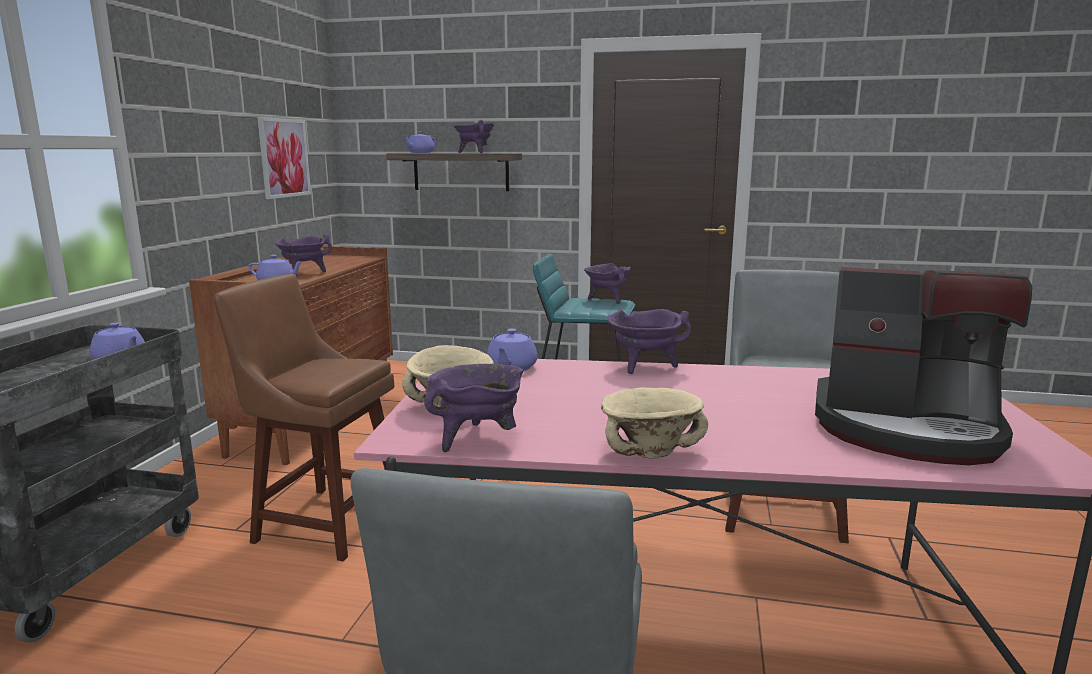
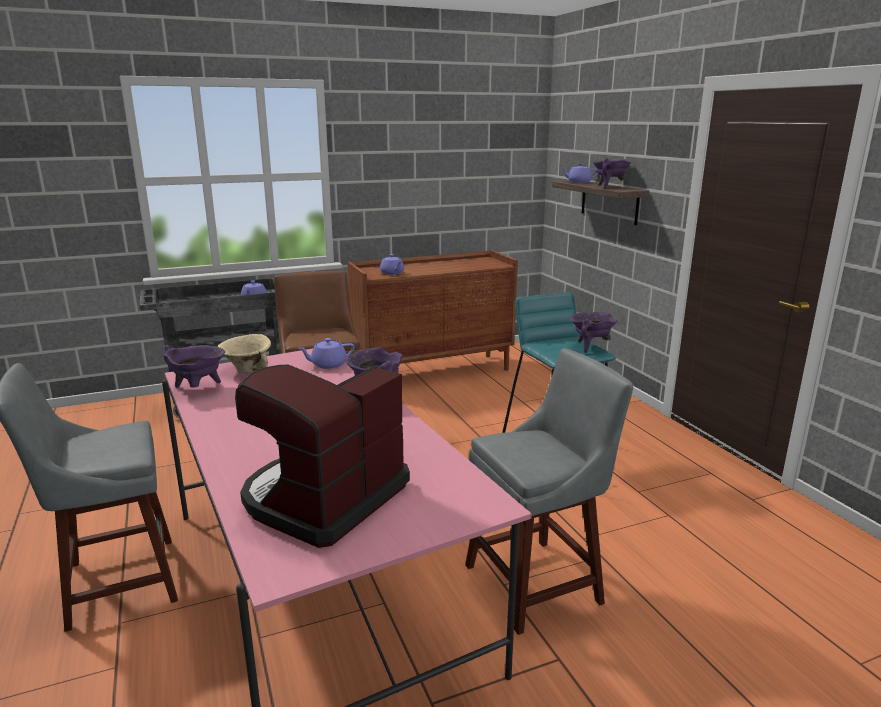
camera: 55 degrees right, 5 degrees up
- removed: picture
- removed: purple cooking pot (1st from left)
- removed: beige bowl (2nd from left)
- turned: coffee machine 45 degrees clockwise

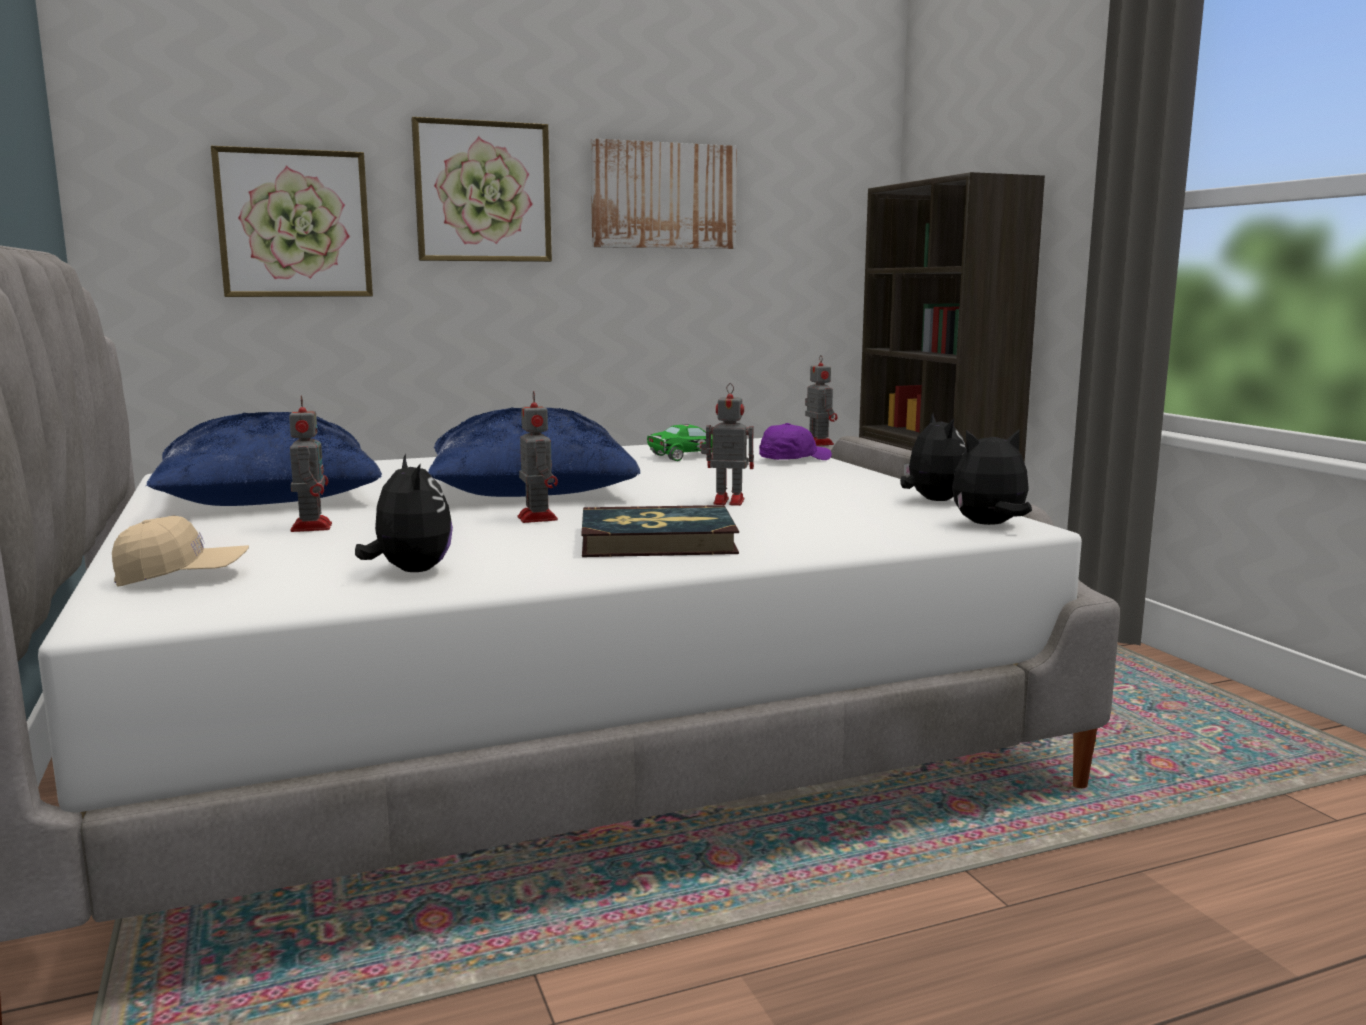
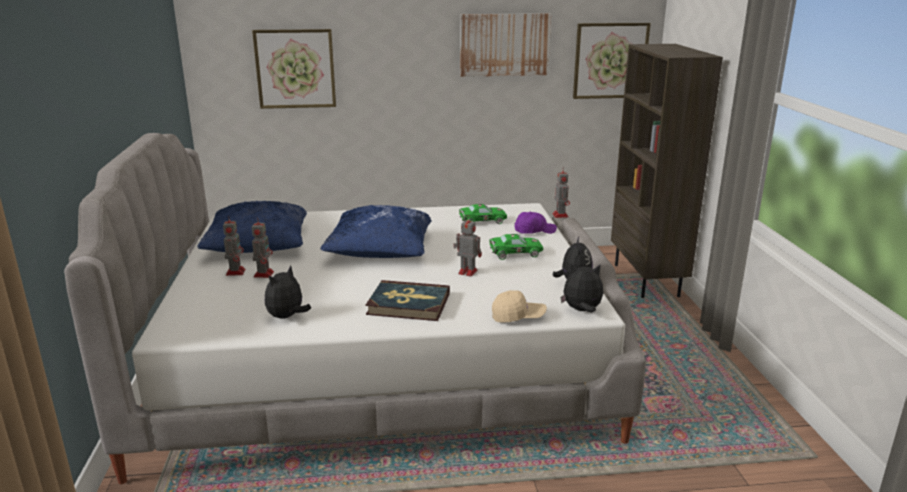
camera: 15 degrees right, 10 degrees up
- added: green toy car (2nd from left)
- moved: beige cap
- moved: picture (2nd from left in the first image) to picture (3rd from left)
- moved: toy robot (2nd from left in the first image) to toy robot (1st from left)
- turned: plush toy (1st from left) 135 degrees counterclockwise

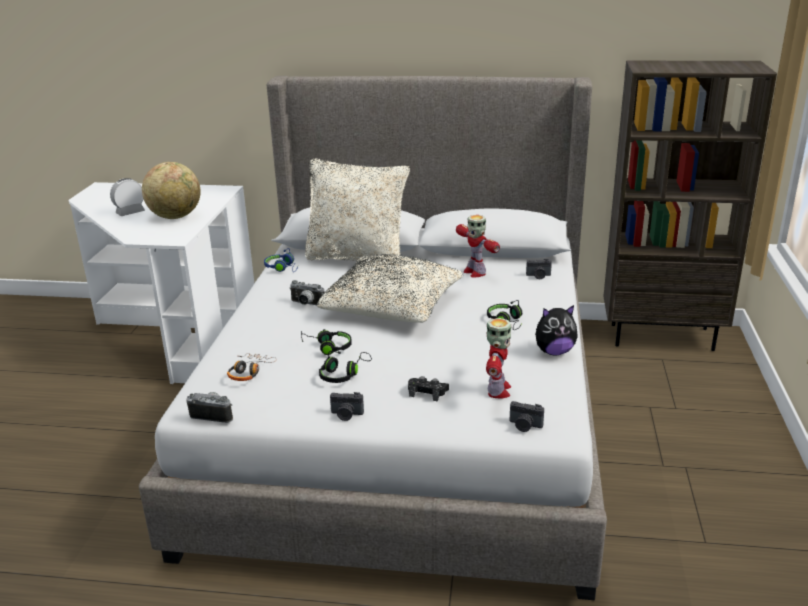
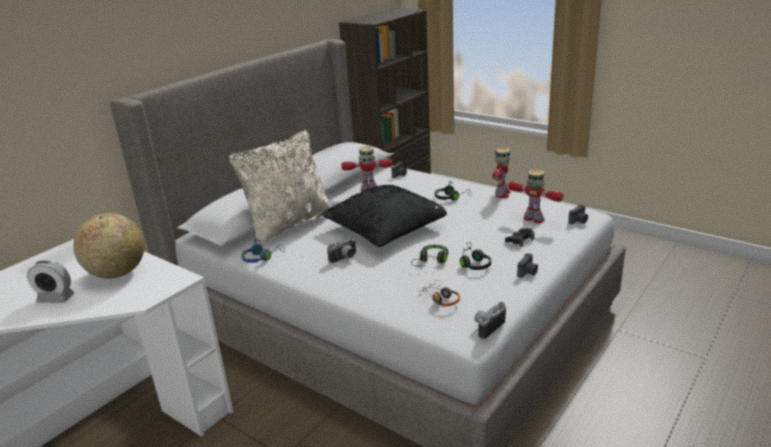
camera: 60 degrees left, 0 degrees up
- replaced: plush toy to toy robot (2nd from left)
- recoloured: beige pillow (2nd from left) to black pillow
- turned: alarm clock 75 degrees counterclockwise

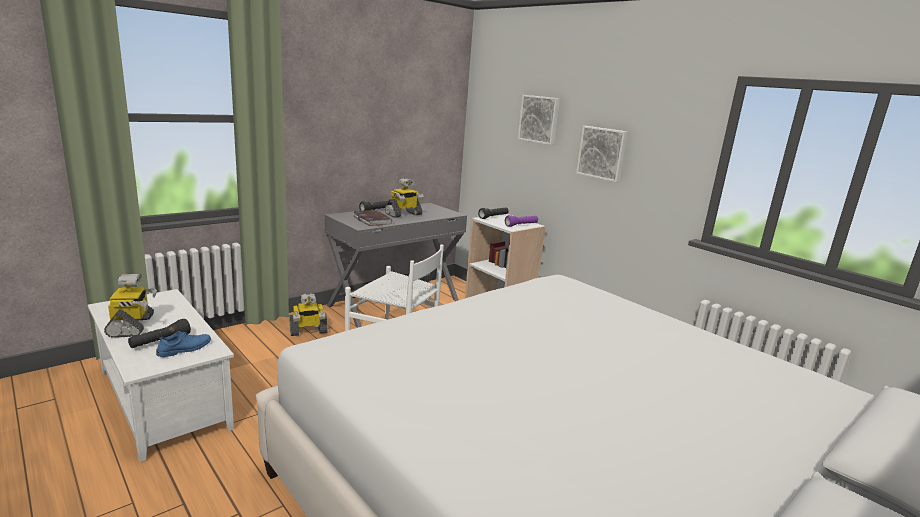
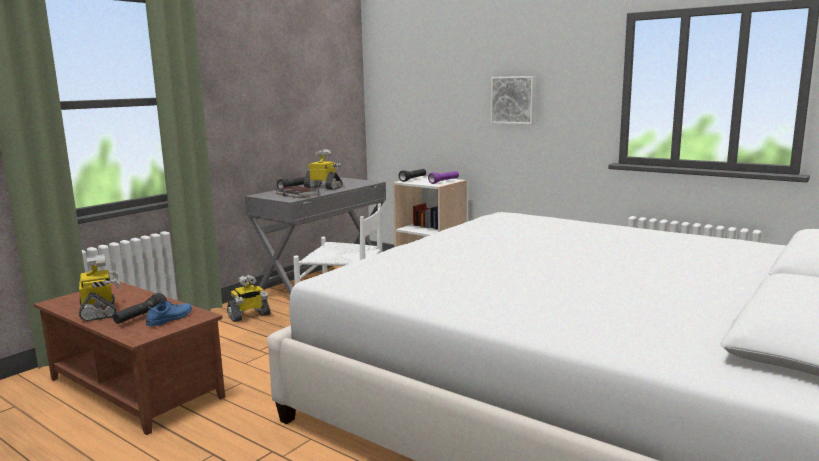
camera: 10 degrees left, 5 degrees down
- removed: picture (1st from left)
- recoloured: white coffee table to brown coffee table
- turned: toy robot (3rd from left) 105 degrees counterclockwise

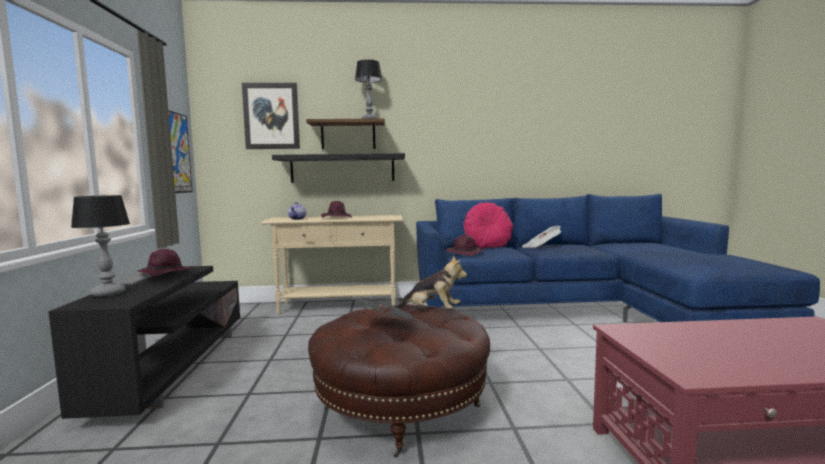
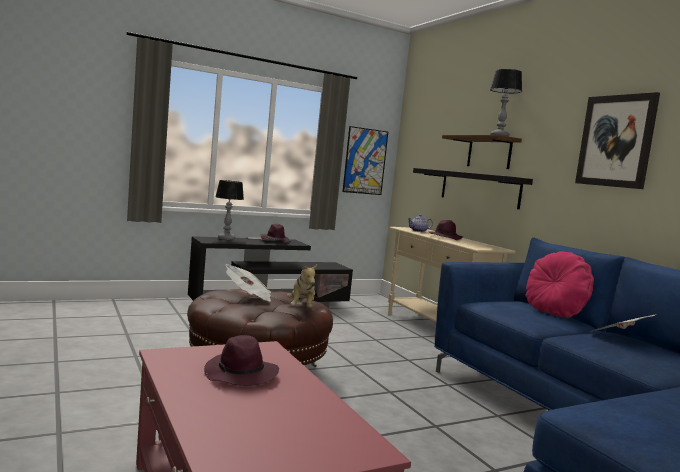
camera: 65 degrees right, 0 degrees up
- moved: picture (2nd from left)
- moved: purple hat (3rd from left in the first image) to purple hat (1st from left)

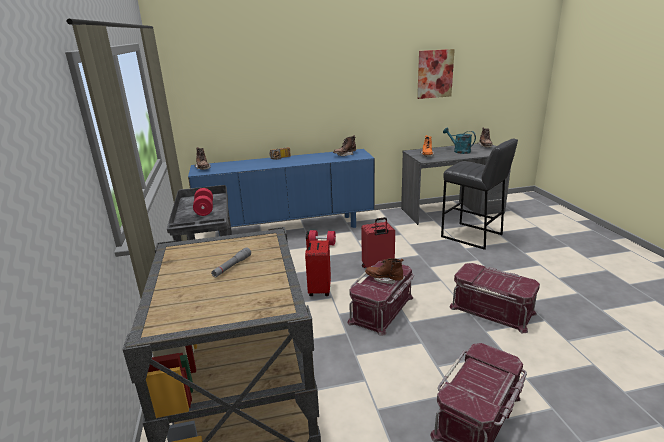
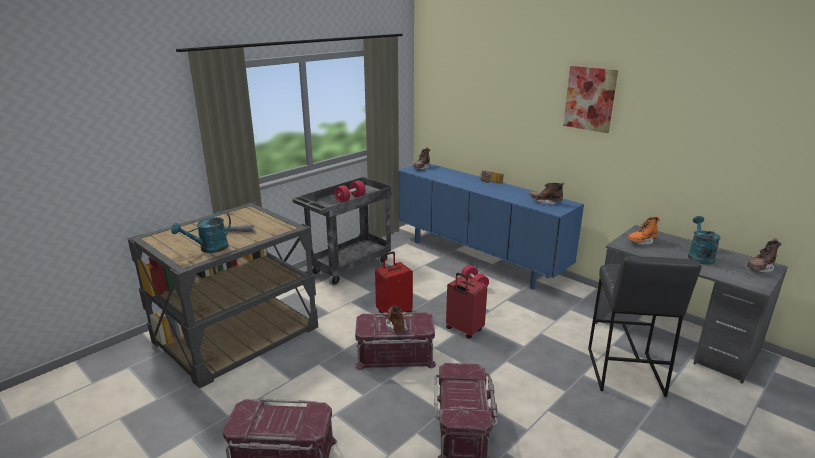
camera: 55 degrees right, 0 degrees up
- added: turquoise watering can (1st from left)
- moved: picture

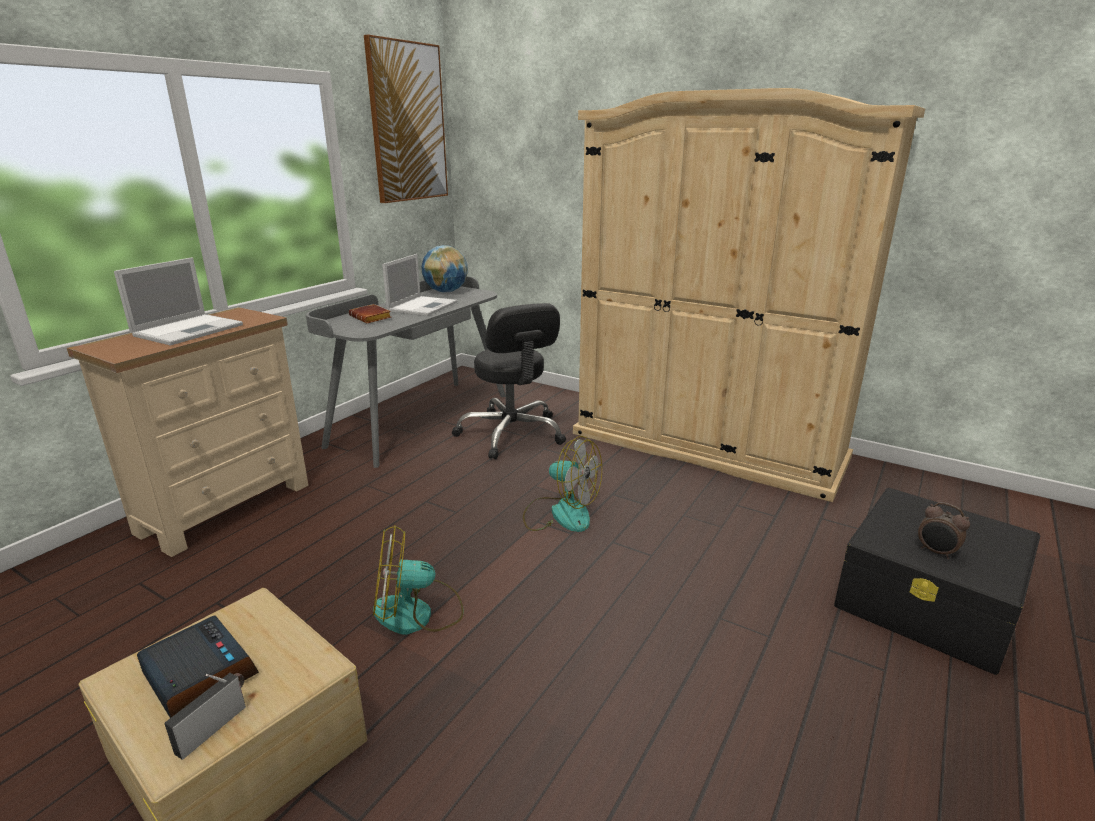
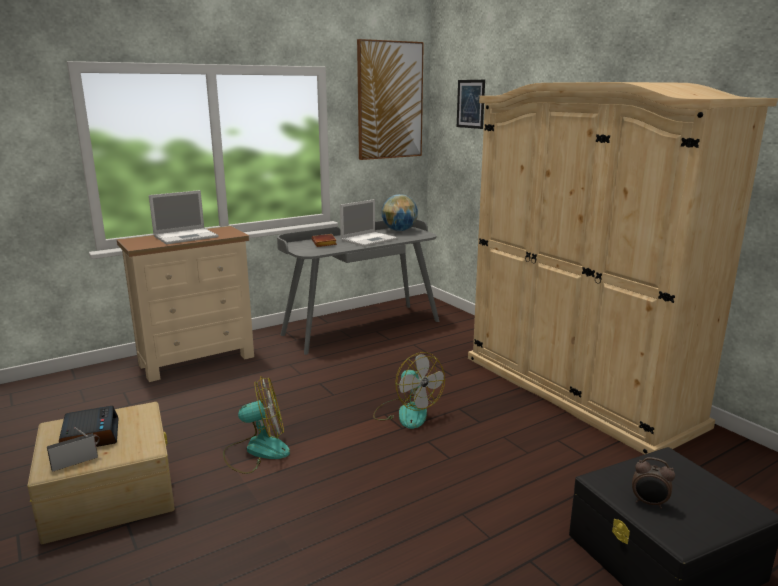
camera: 25 degrees right, 5 degrees down
- removed: black office chair
- added: picture (2nd from left)
- turned: fan (1st from left) 150 degrees clockwise
- turned: alarm clock (2nd from left) 45 degrees counterclockwise

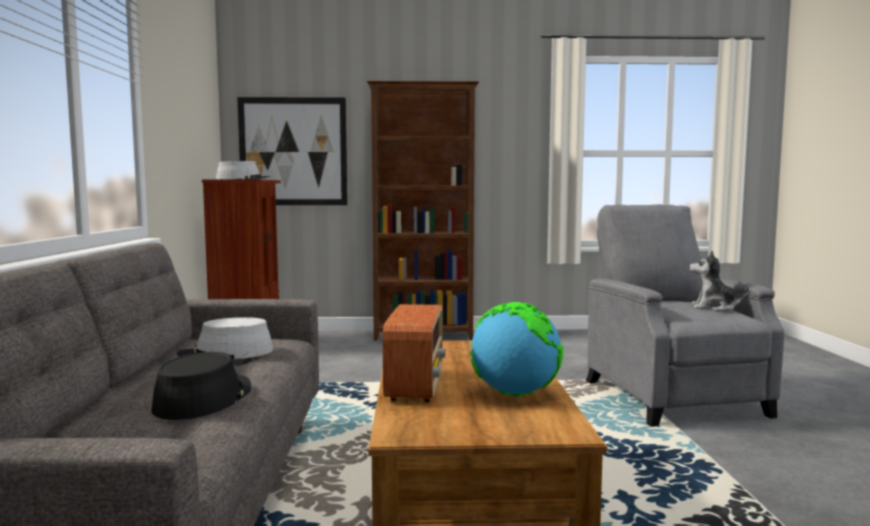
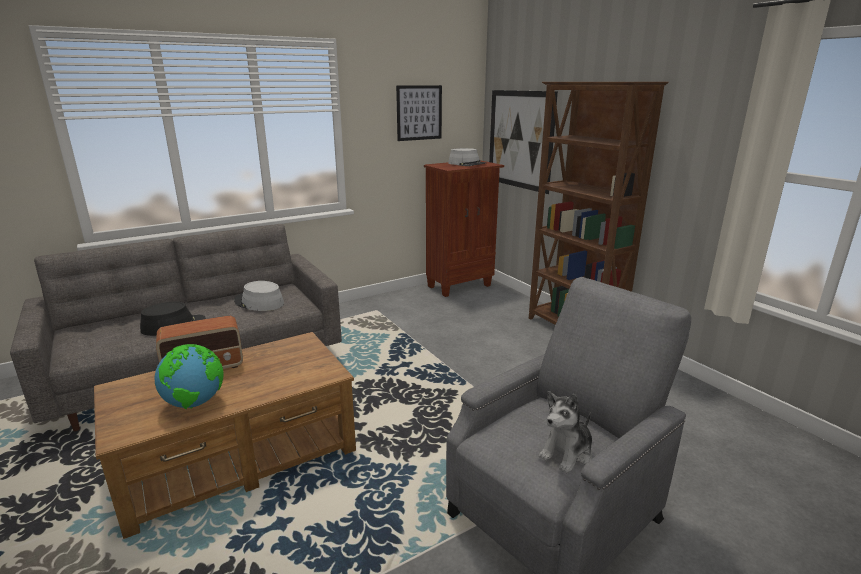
camera: 60 degrees right, 15 degrees up
- added: picture (1st from left)
- turned: plush toy 120 degrees counterclockwise

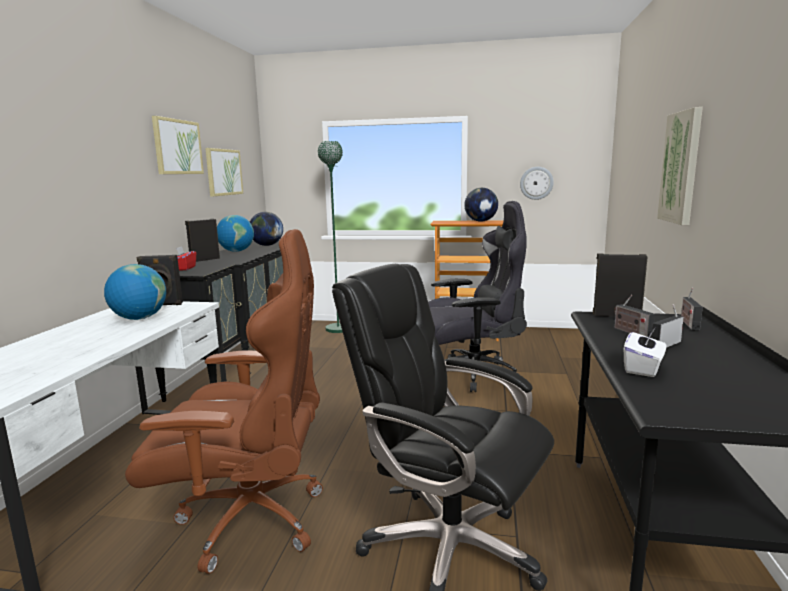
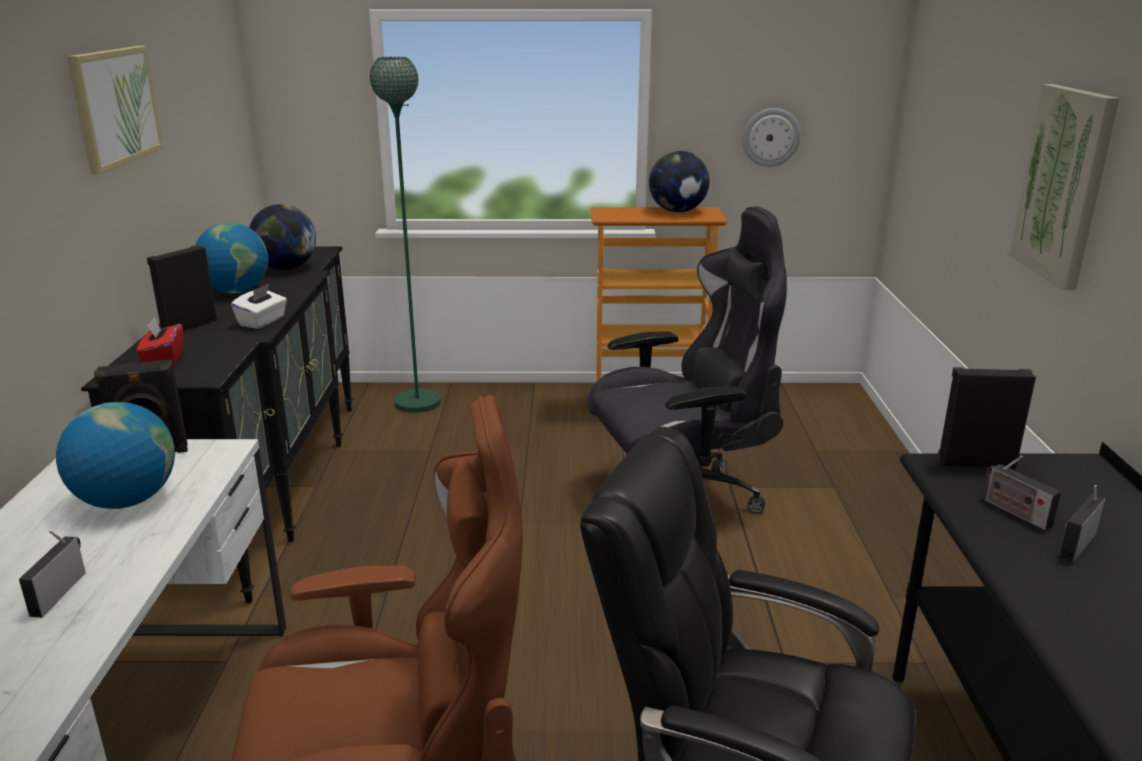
camera: 10 degrees left, 10 degrees up
- removed: picture (2nd from left)
- moved: white tissue box
- moved: radio (3rd from left in the first image) to radio (1st from left)

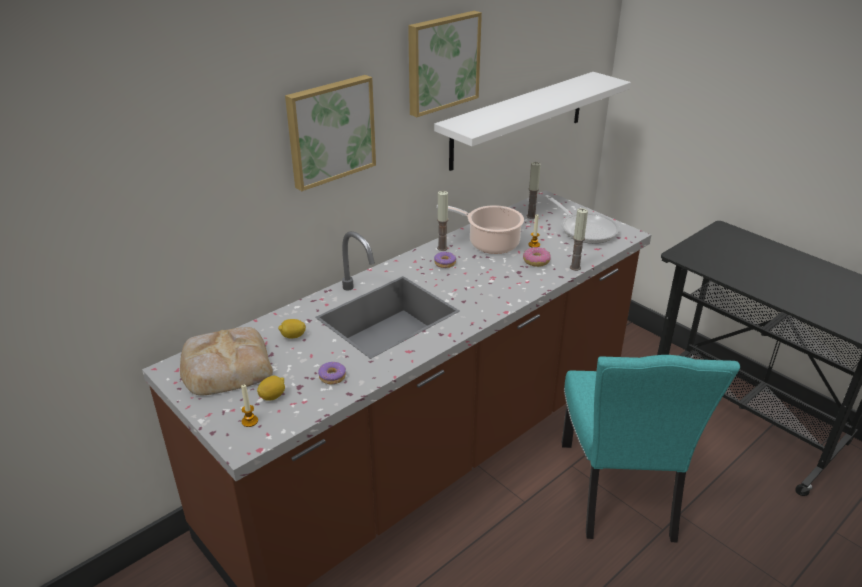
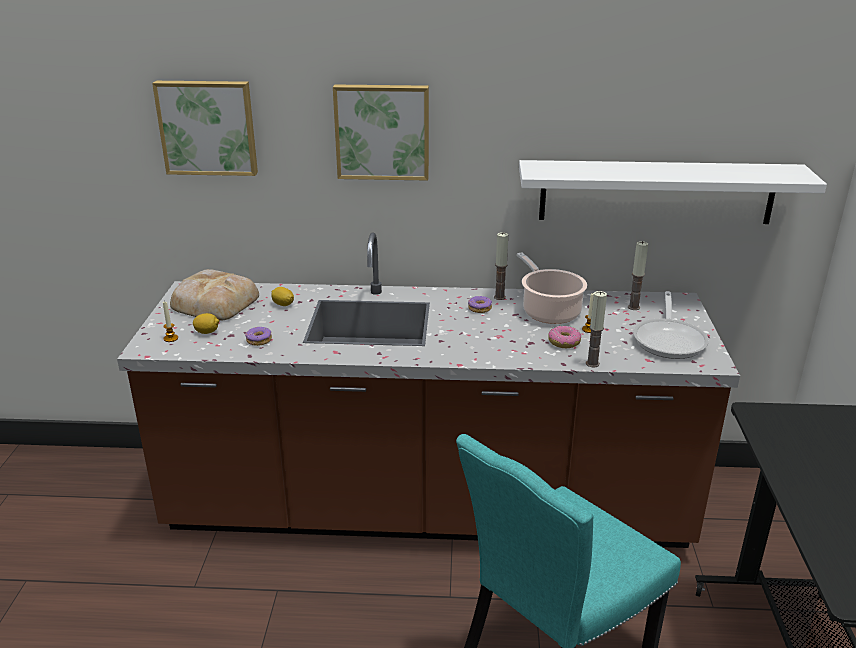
camera: 45 degrees right, 5 degrees down
- moved: picture (2nd from left in the first image) to picture (1st from left)

